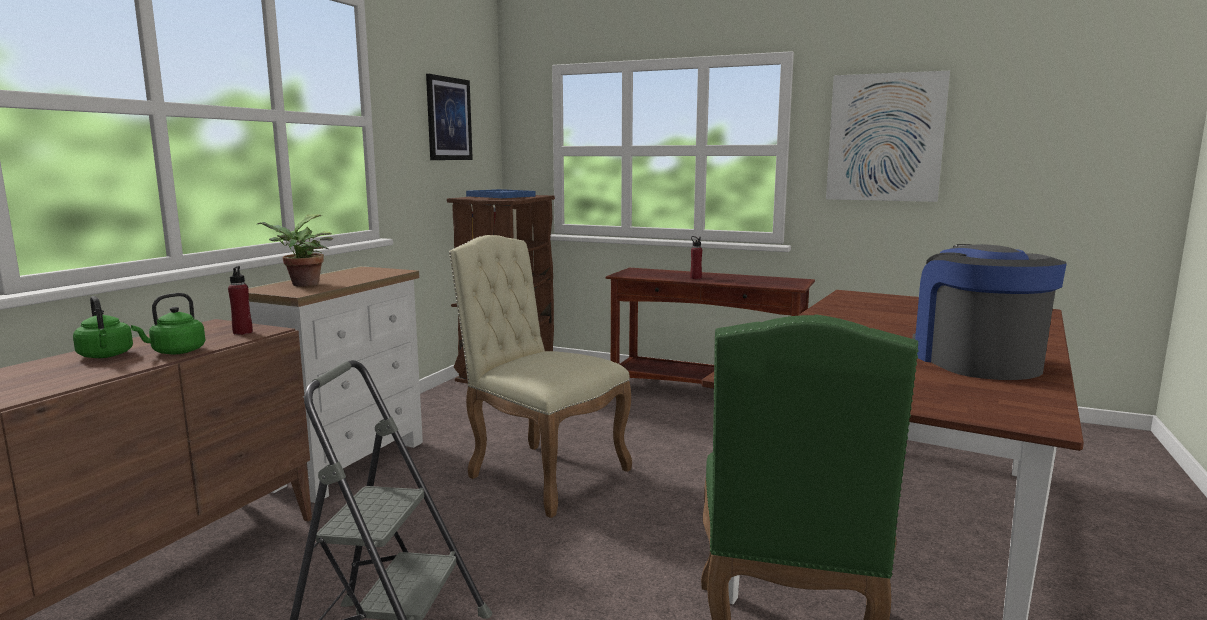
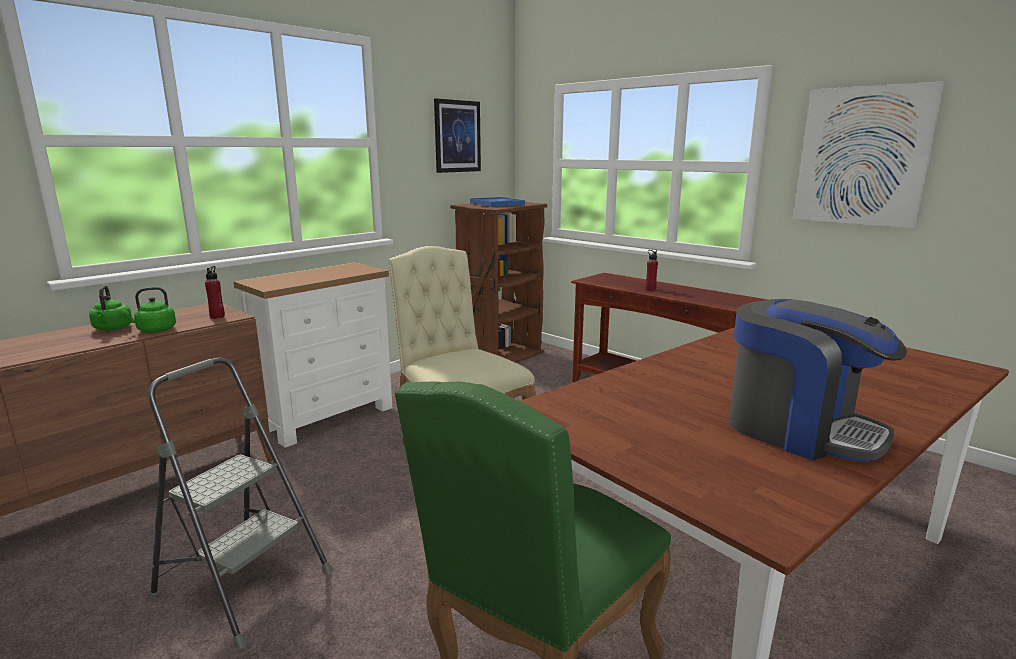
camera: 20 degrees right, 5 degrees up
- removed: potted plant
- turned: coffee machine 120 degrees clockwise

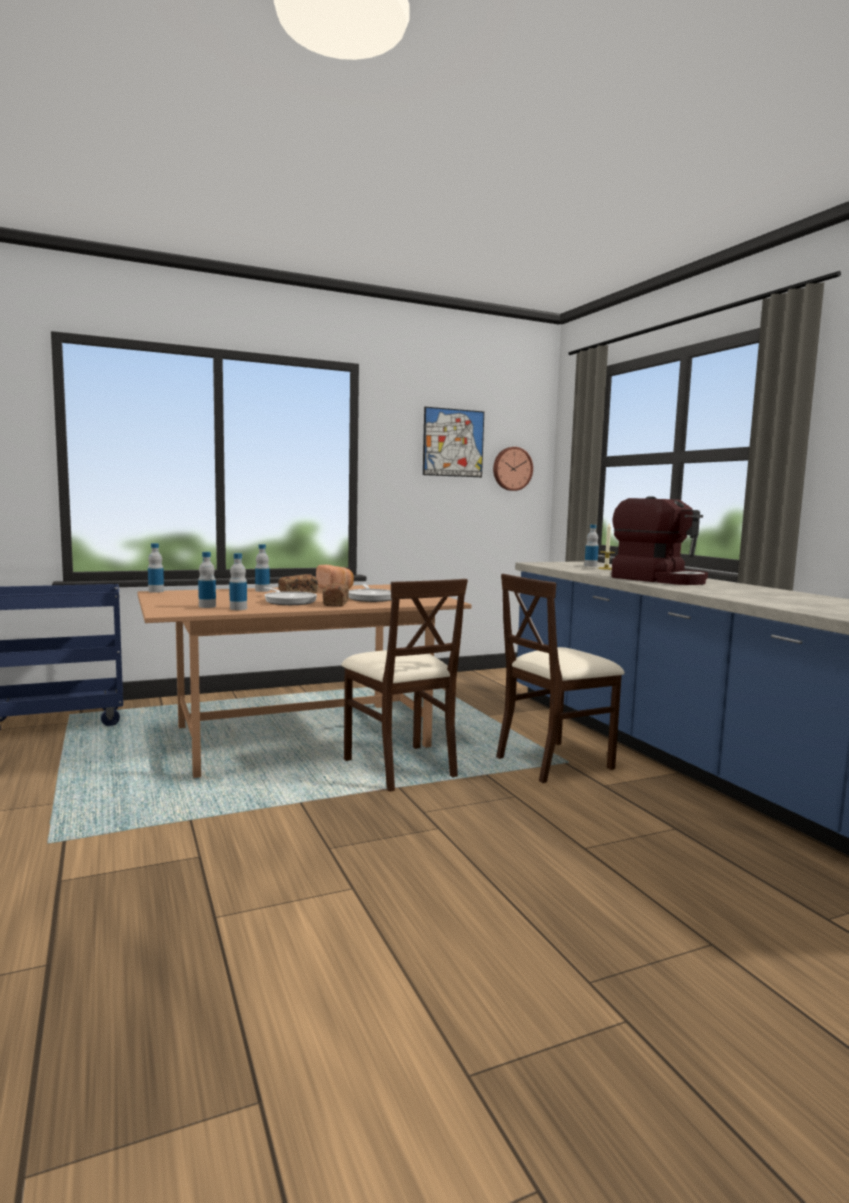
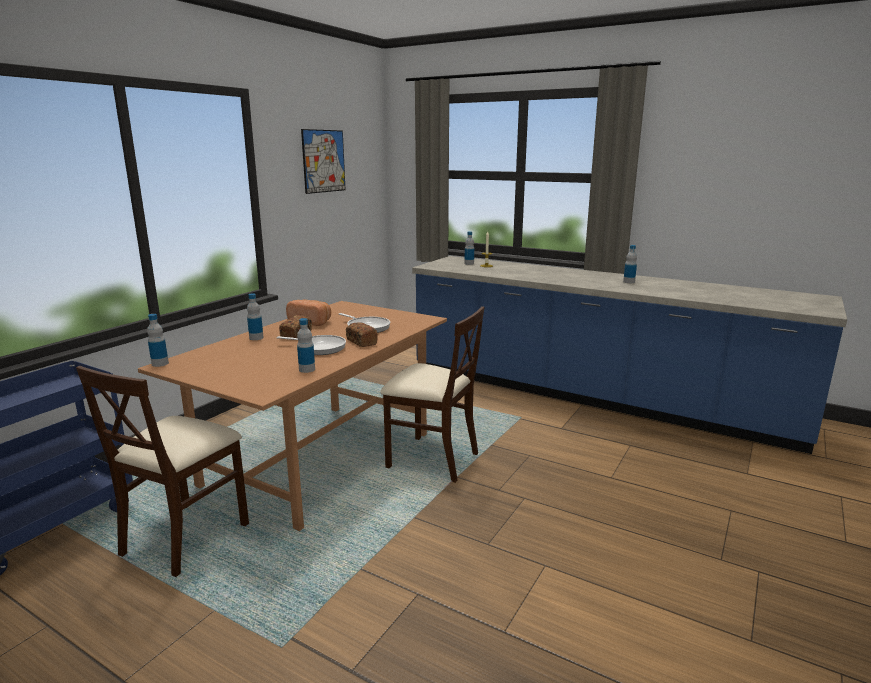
camera: 35 degrees left, 10 degrees up
- removed: wall clock
- removed: coffee machine
- moved: bottle (2nd from left in the first image) to bottle (5th from left)
- moved: beige chair (2nd from left in the first image) to beige chair (1st from left)

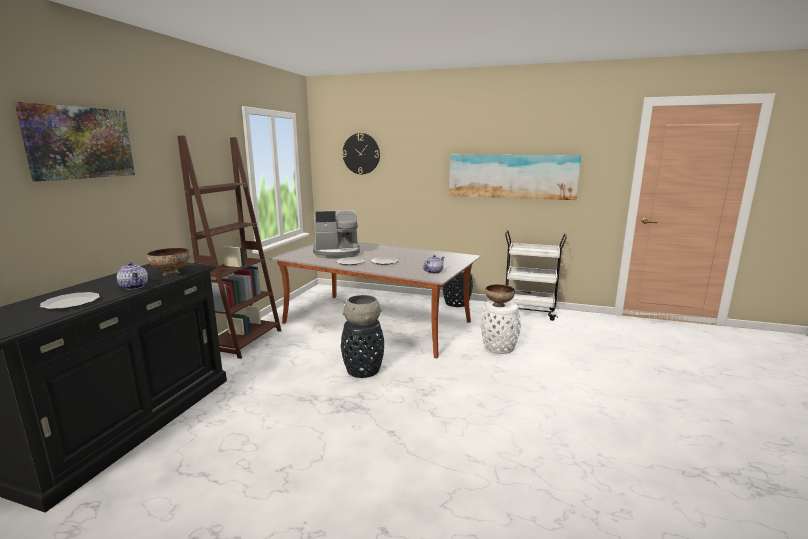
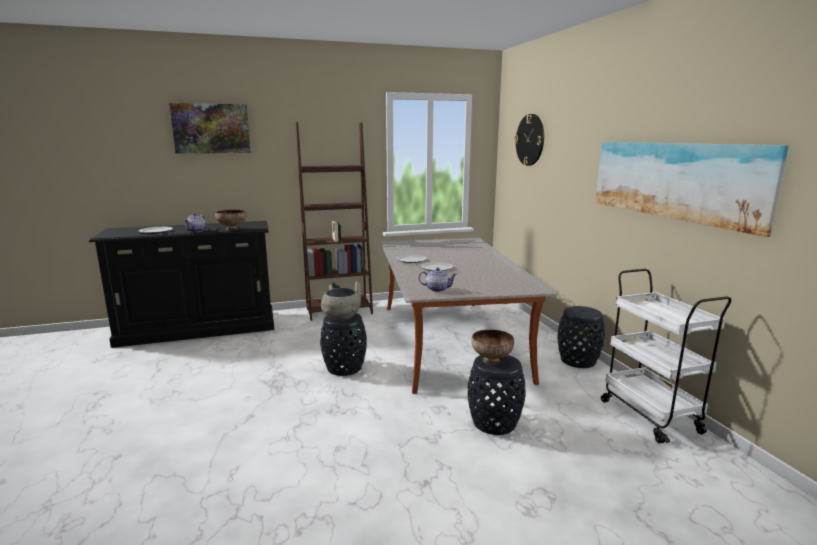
camera: 55 degrees right, 0 degrees up
- removed: coffee machine
- recoloured: white stool to black stool (2nd from left)

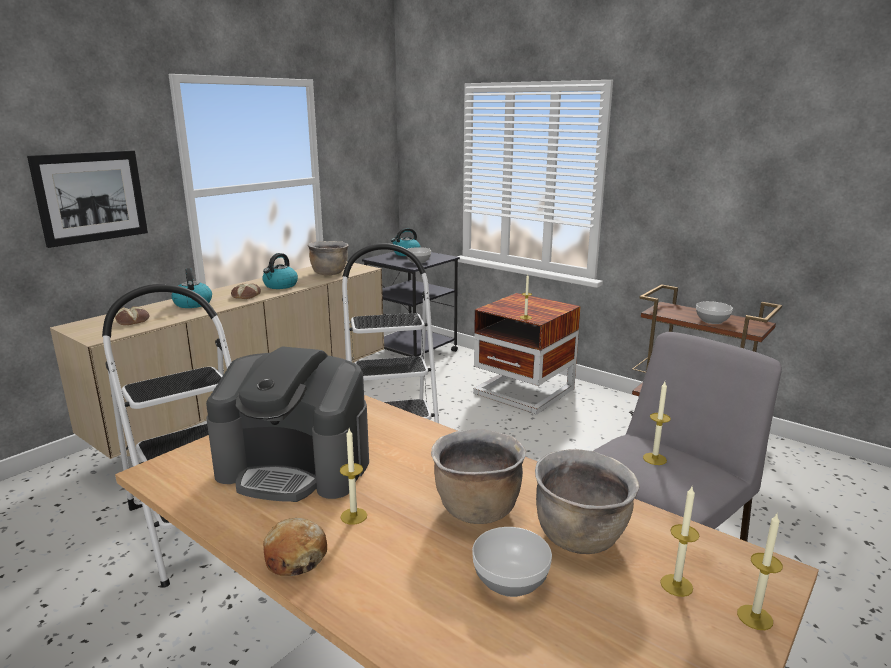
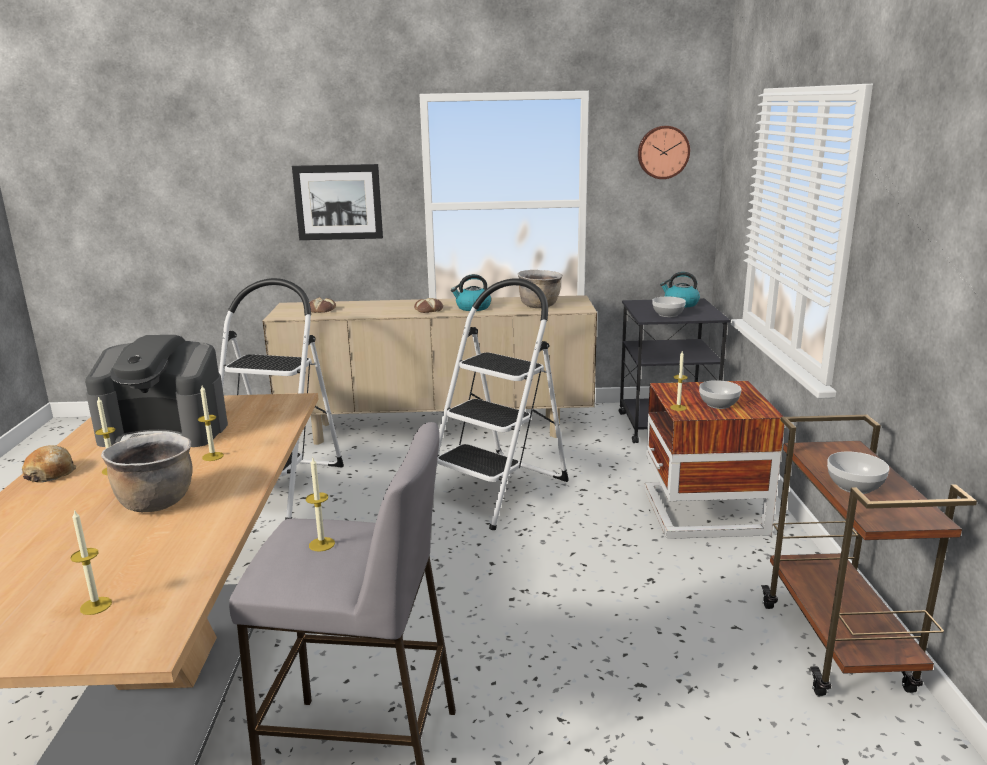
camera: 50 degrees right, 0 degrees up
- removed: kettle (1st from left)
- removed: brown cooking pot (3rd from left)
- added: wall clock
- moved: bowl (2nd from left)
- moved: candle (5th from left in the first image) to candle (3rd from left)
- turned: coffee machine 60 degrees counterclockwise

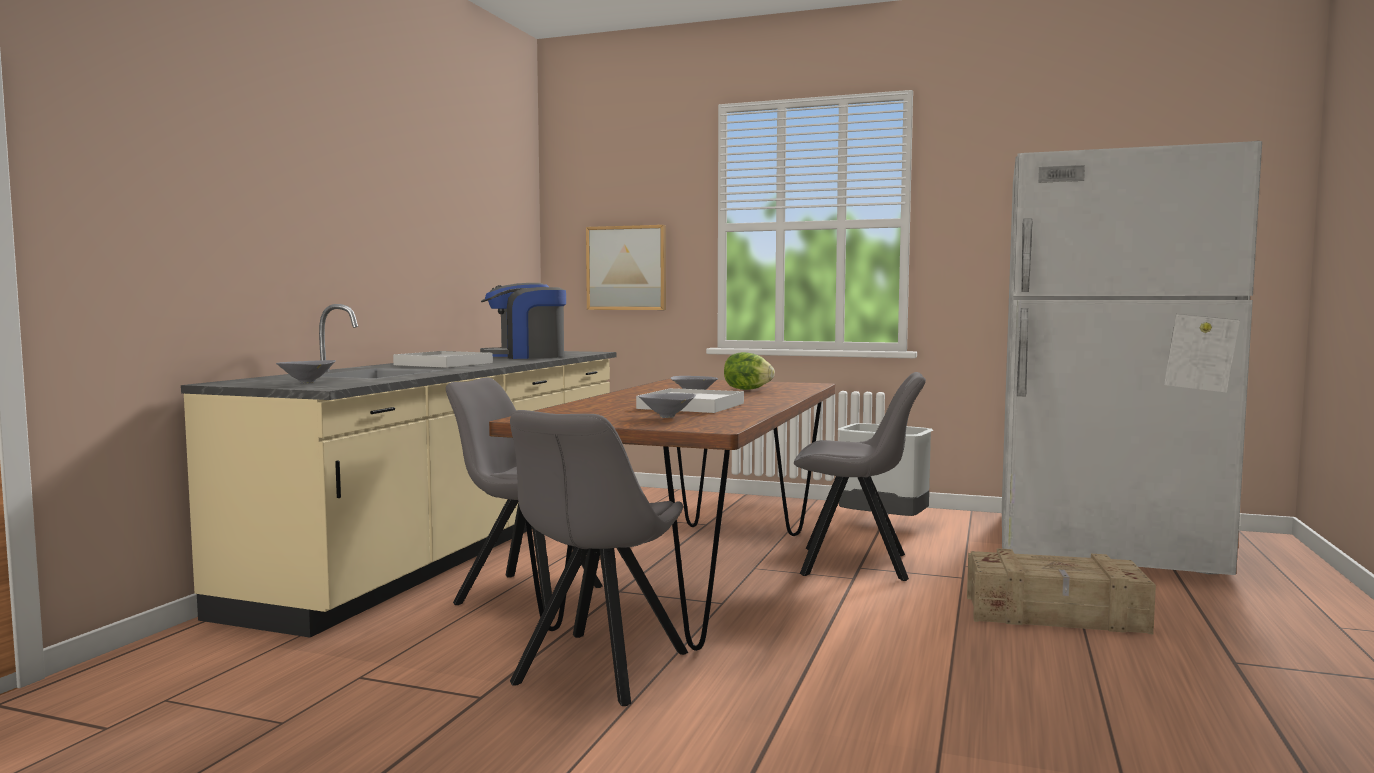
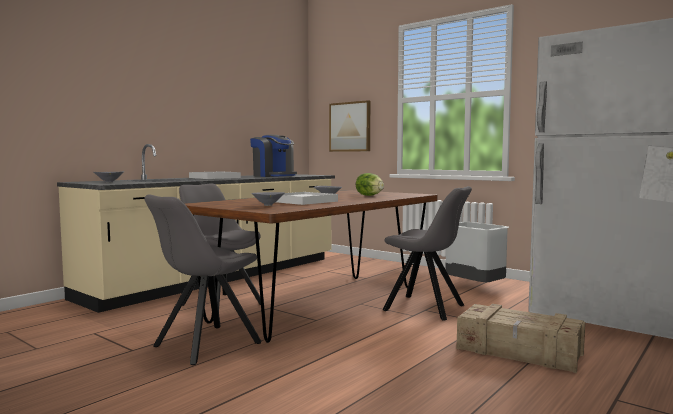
camera: 20 degrees right, 0 degrees up
- turned: coffee machine 135 degrees counterclockwise

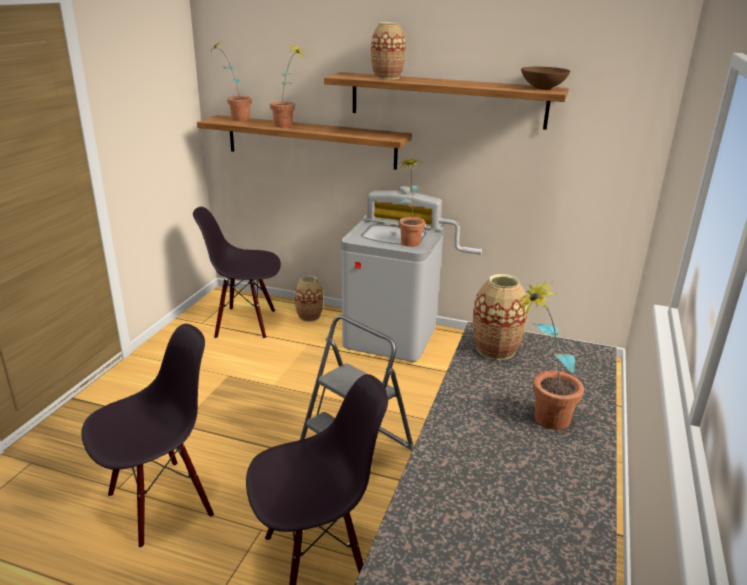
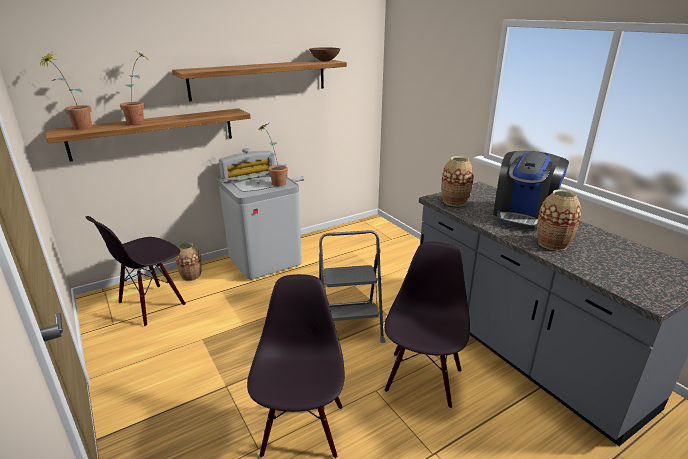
camera: 50 degrees left, 0 degrees up
- moved: vase (2nd from left in the first image) to vase (3rd from left)
- replaced: potted plant (4th from left) to coffee machine

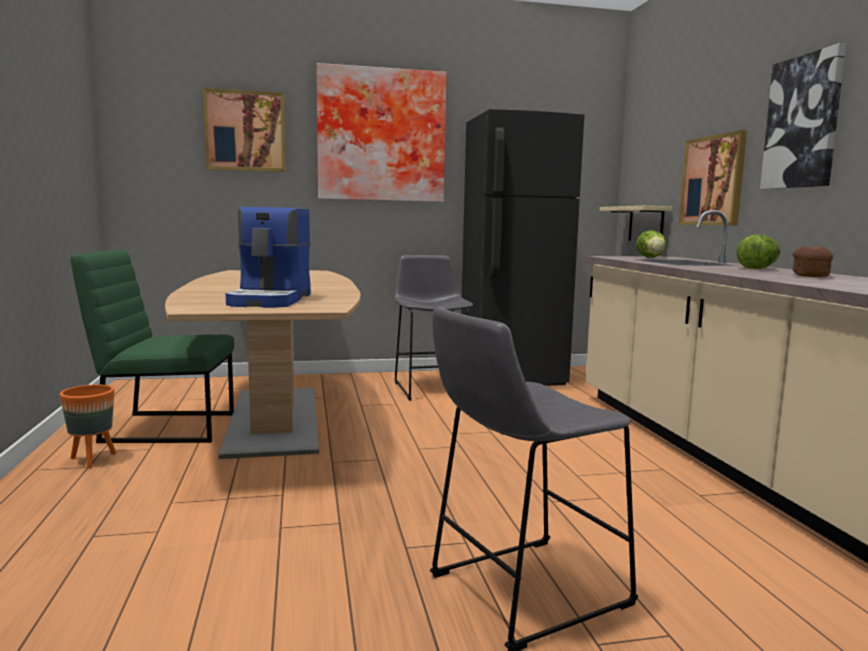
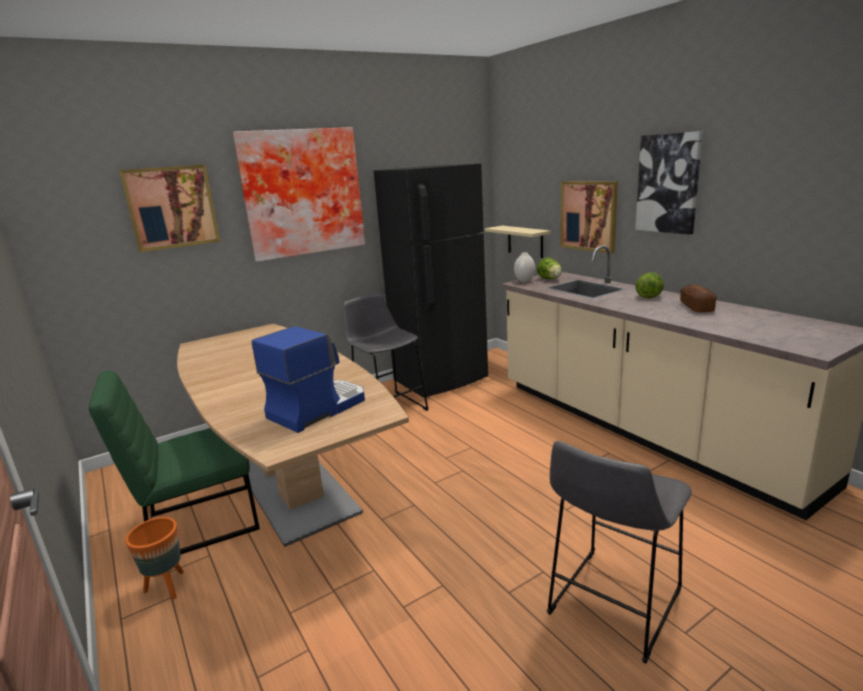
camera: 20 degrees left, 10 degrees up
- added: white vase
- turned: coffee machine 120 degrees counterclockwise

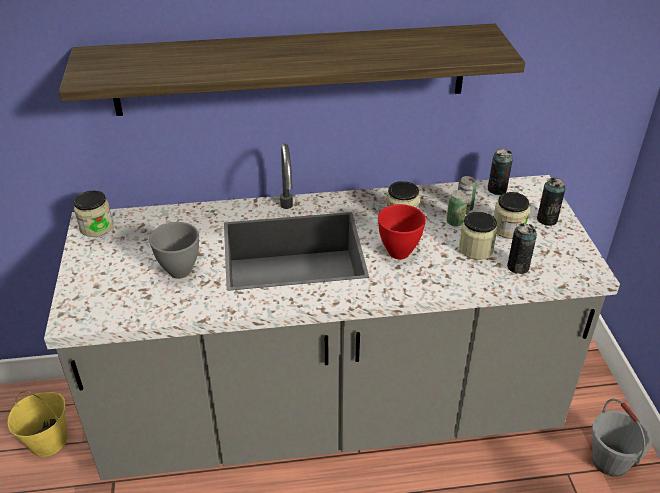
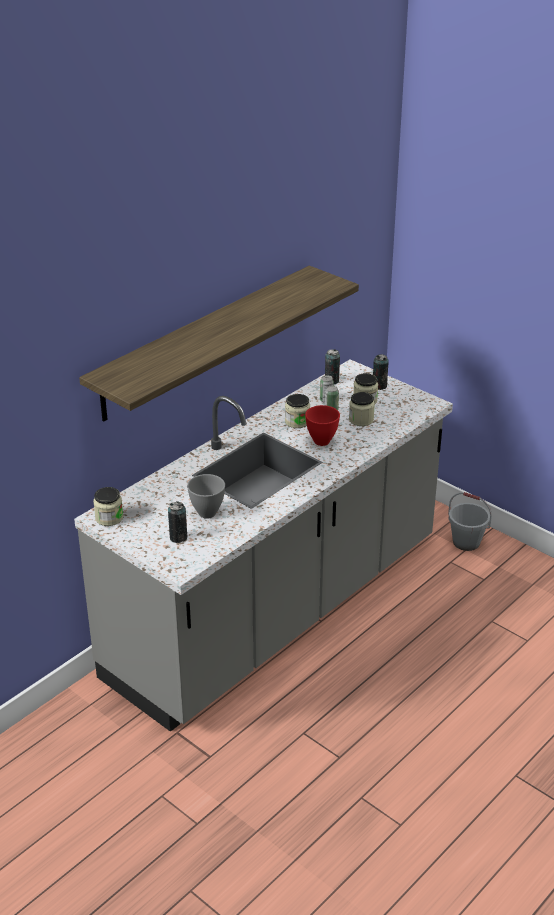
camera: 40 degrees left, 5 degrees down
- removed: yellow bucket
- moved: can (4th from left in the first image) to can (1st from left)

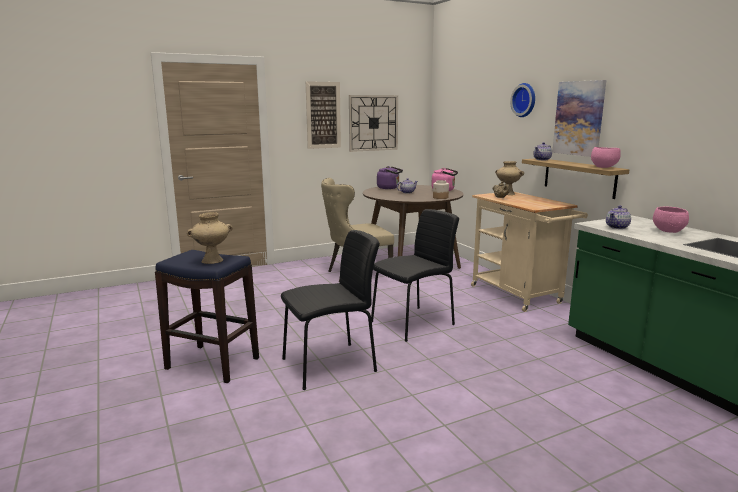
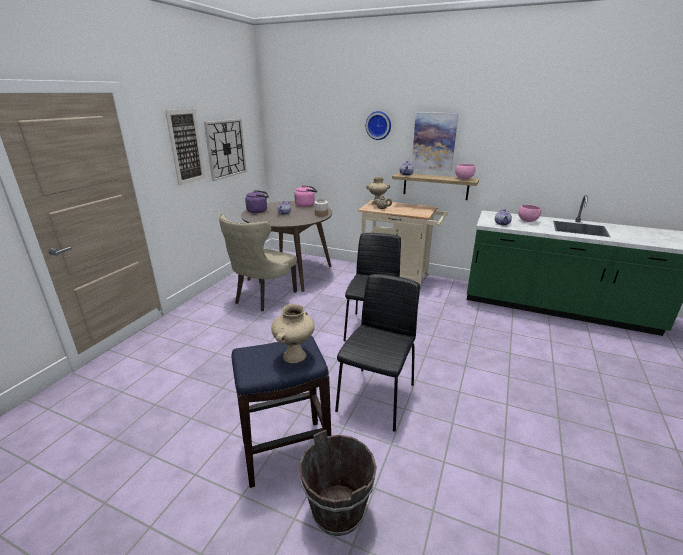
camera: 40 degrees left, 10 degrees up
- added: brown bucket

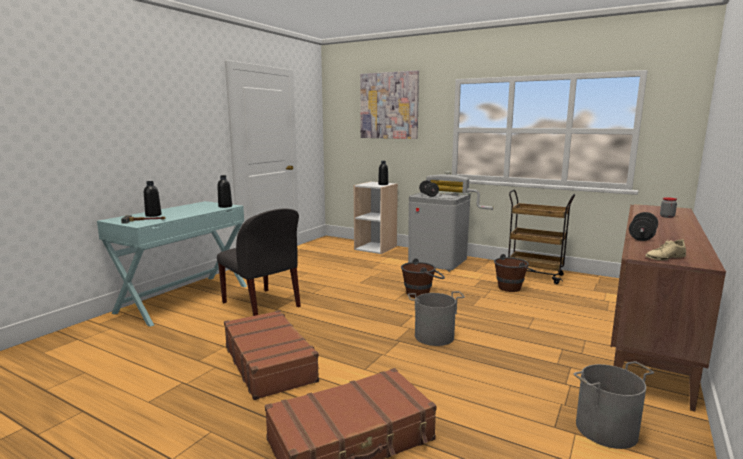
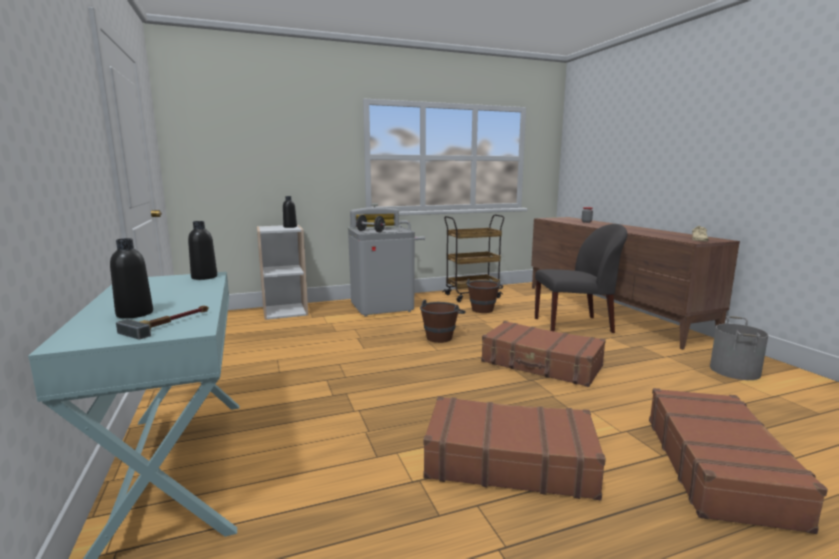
camera: 50 degrees left, 0 degrees up
- removed: picture
- removed: black dumbbell (2nd from left)
- moved: grey chair
- replaced: grey bucket (1st from left) to brown suitcase (2nd from left)

